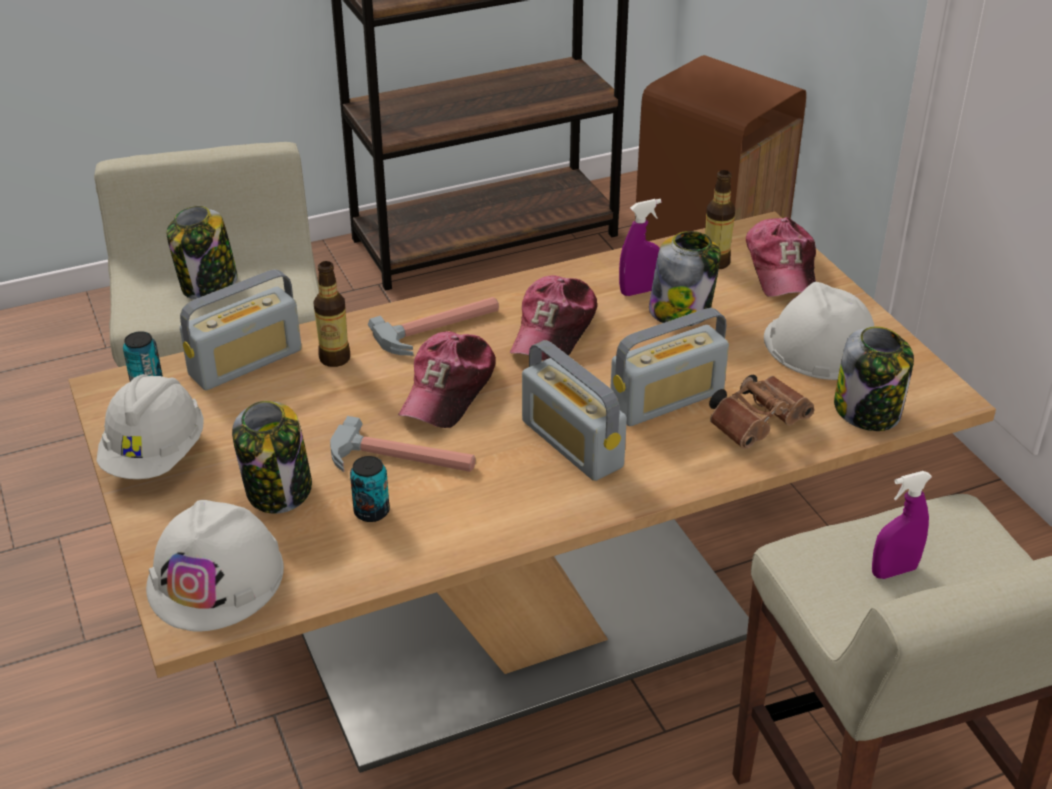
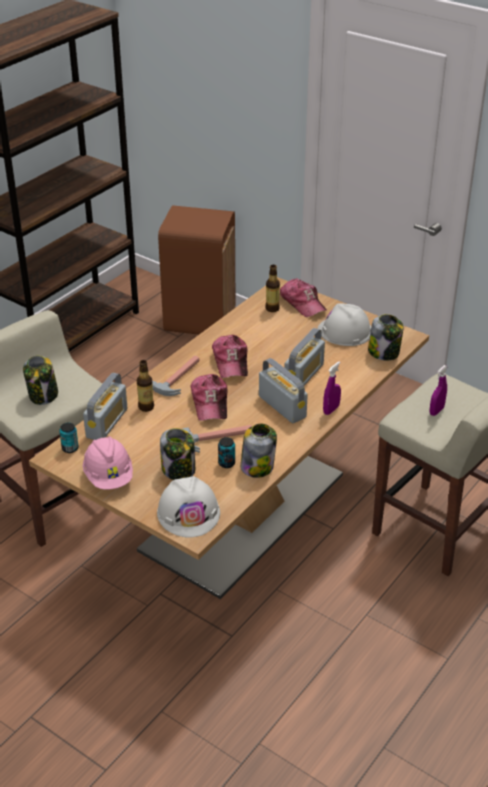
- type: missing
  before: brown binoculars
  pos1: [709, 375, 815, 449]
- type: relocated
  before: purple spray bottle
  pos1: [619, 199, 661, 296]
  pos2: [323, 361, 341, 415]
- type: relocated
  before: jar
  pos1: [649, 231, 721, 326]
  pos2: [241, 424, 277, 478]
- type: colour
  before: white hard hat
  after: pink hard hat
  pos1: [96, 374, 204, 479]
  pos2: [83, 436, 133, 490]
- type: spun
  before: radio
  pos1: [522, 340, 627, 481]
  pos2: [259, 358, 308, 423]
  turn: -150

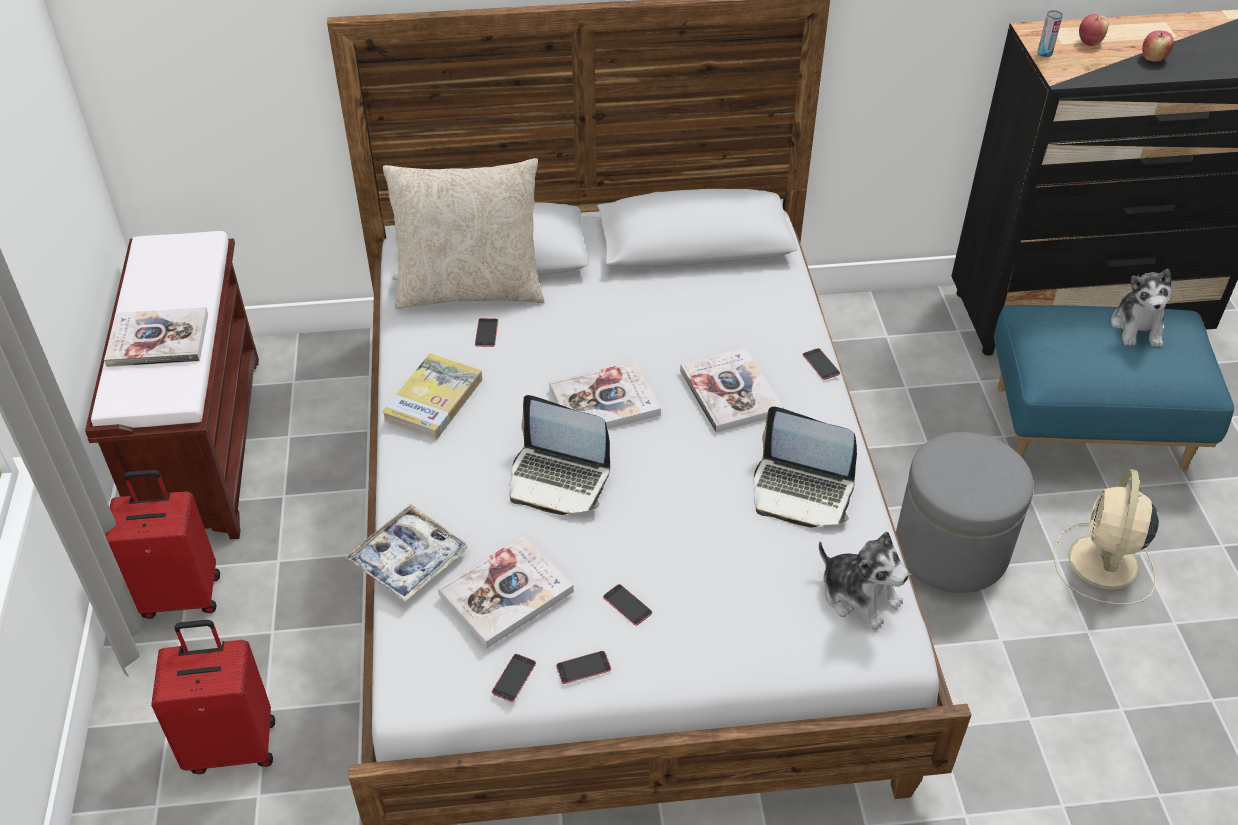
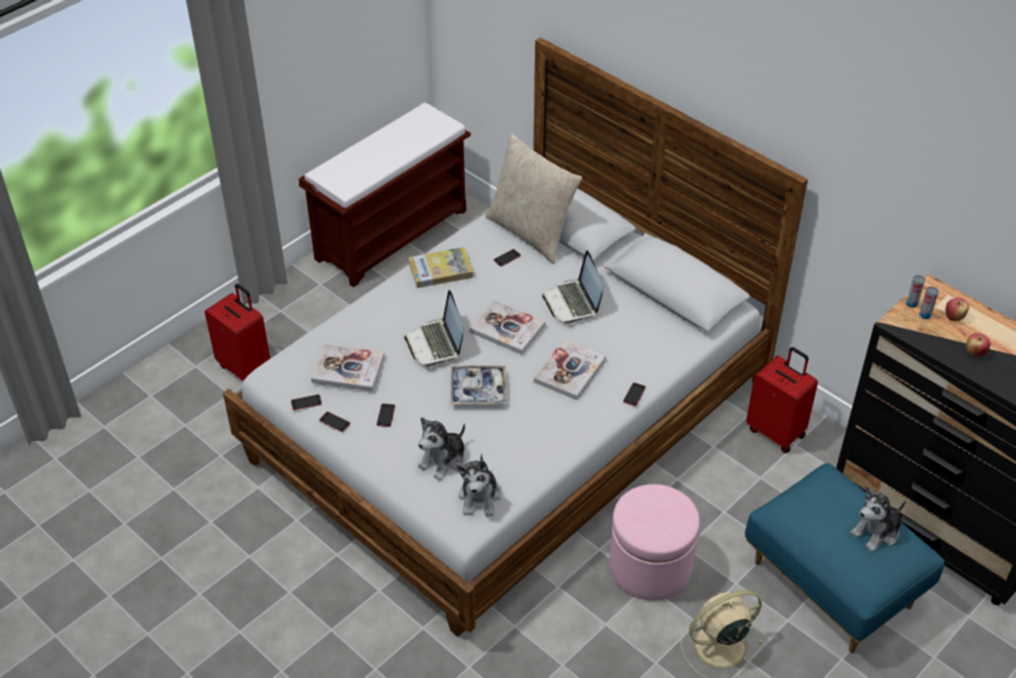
- type: missing
  before: book
  pos1: [104, 307, 208, 367]
- type: appeared
  after: plush toy
  pos2: [418, 417, 465, 481]
- type: appeared
  after: can
  pos2: [919, 287, 938, 319]
- type: relocated
  before: red suitcase
  pos1: [105, 470, 220, 619]
  pos2: [746, 347, 818, 453]
- type: relocated
  before: tray
  pos1: [345, 504, 468, 602]
  pos2: [450, 366, 506, 405]
- type: relocated
  before: laptop
  pos1: [754, 406, 857, 528]
  pos2: [542, 250, 604, 324]
- type: colour
  before: grey ottoman
  after: pink ottoman
  pos1: [896, 432, 1034, 593]
  pos2: [609, 484, 700, 601]

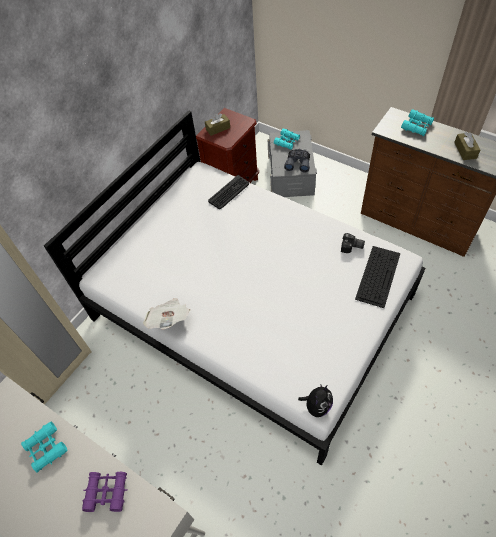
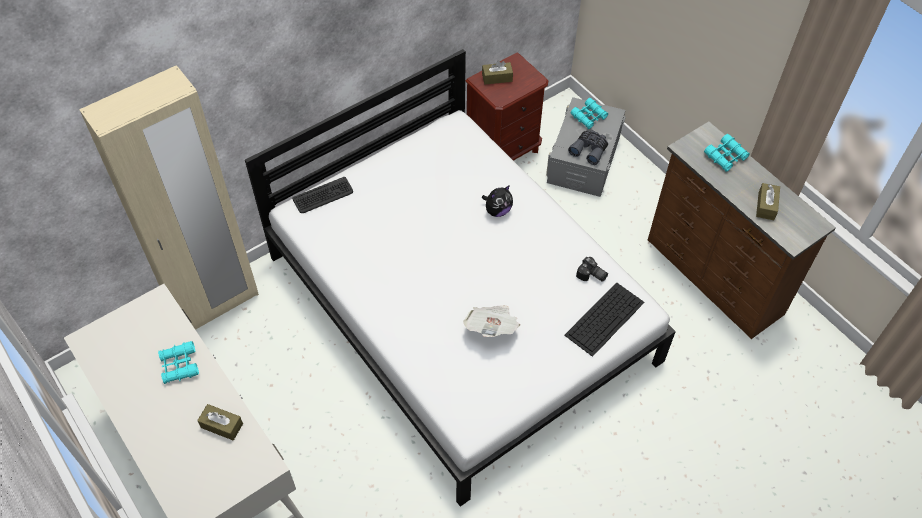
- type: relocated
  before: newspaper
  pos1: [143, 298, 191, 330]
  pos2: [463, 305, 520, 337]
- type: relocated
  before: keyboard
  pos1: [208, 175, 249, 209]
  pos2: [292, 177, 353, 213]
- type: relocated
  before: plush toy
  pos1: [298, 385, 333, 417]
  pos2: [482, 185, 513, 217]
- type: exchanged
  before: purple binoculars
  after: brown tissue box
  pos1: [82, 472, 127, 512]
  pos2: [197, 404, 243, 440]

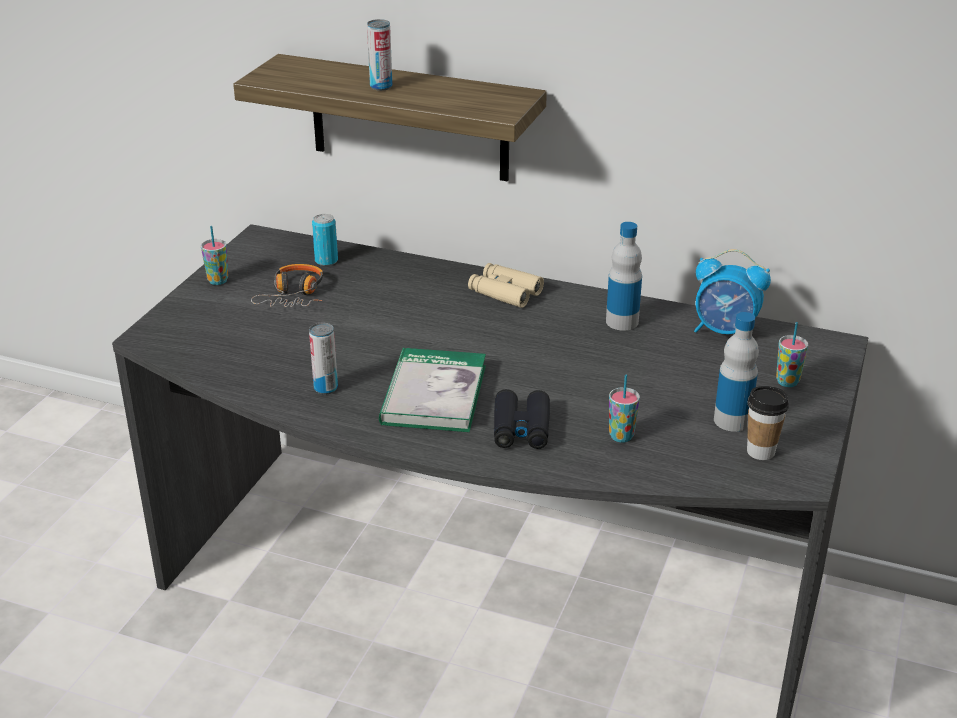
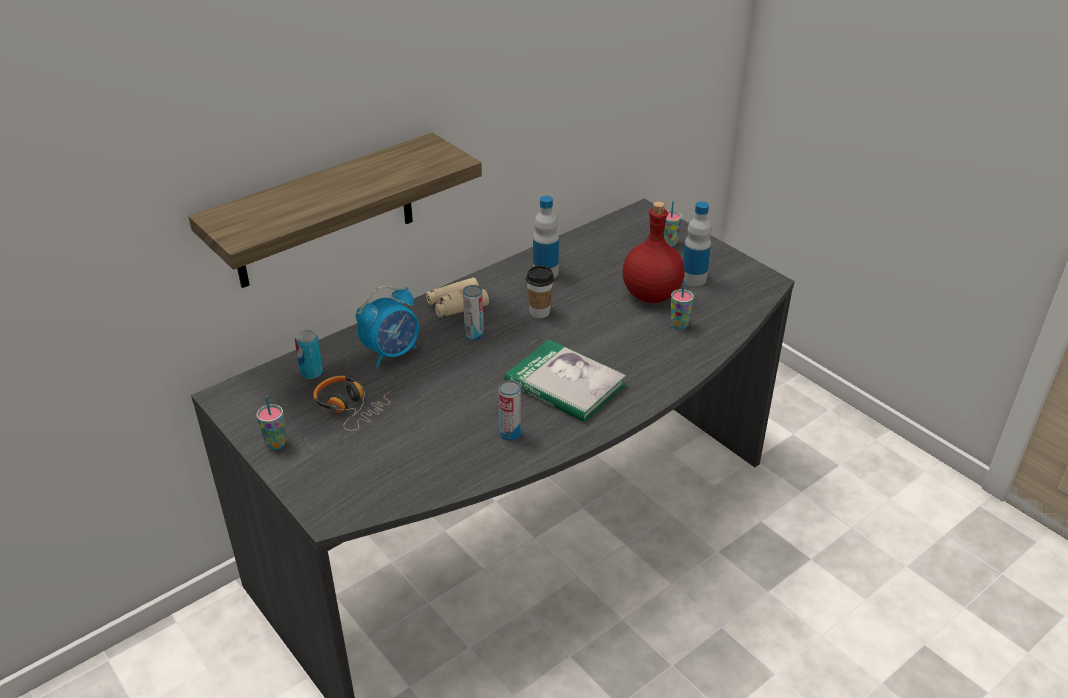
- type: missing
  before: black binoculars
  pos1: [494, 389, 550, 449]
- type: appeared
  after: red bottle
  pos2: [622, 201, 685, 303]
- type: relocated
  before: can
  pos1: [367, 19, 392, 91]
  pos2: [463, 285, 484, 341]
- type: relocated
  before: alarm clock
  pos1: [694, 249, 771, 334]
  pos2: [356, 286, 419, 367]
- type: relocated
  before: cup
  pos1: [747, 386, 789, 460]
  pos2: [526, 265, 554, 318]

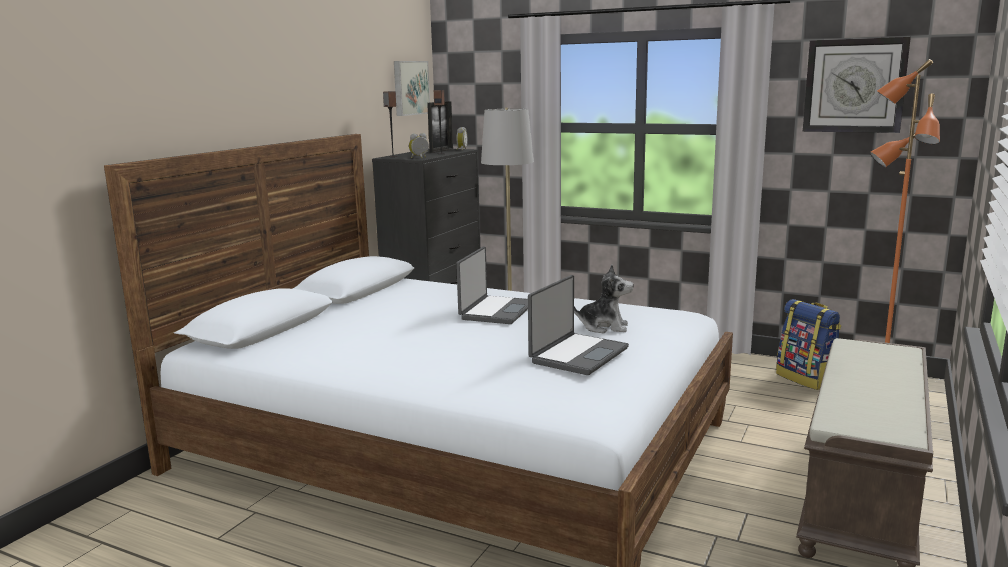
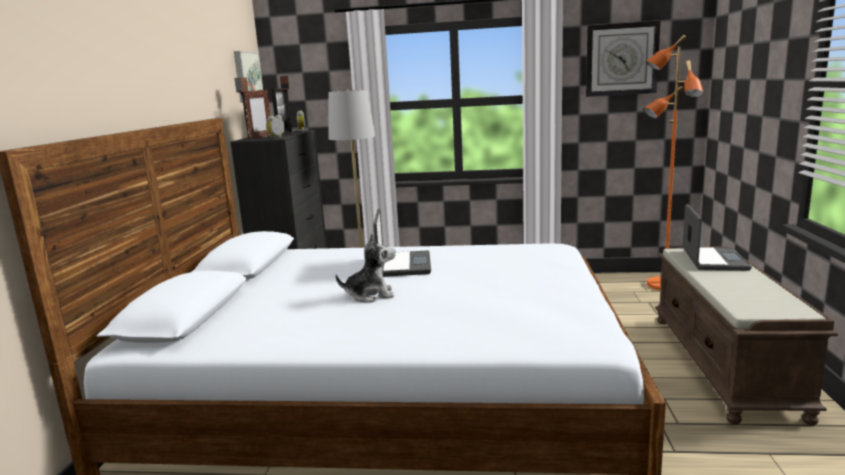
- type: missing
  before: backpack
  pos1: [776, 299, 841, 390]
- type: appeared
  after: picture frame
  pos2: [243, 89, 271, 140]
- type: relocated
  before: laptop
  pos1: [528, 275, 629, 375]
  pos2: [682, 204, 752, 271]
- type: relocated
  before: plush toy
  pos1: [574, 265, 634, 333]
  pos2: [336, 234, 396, 302]

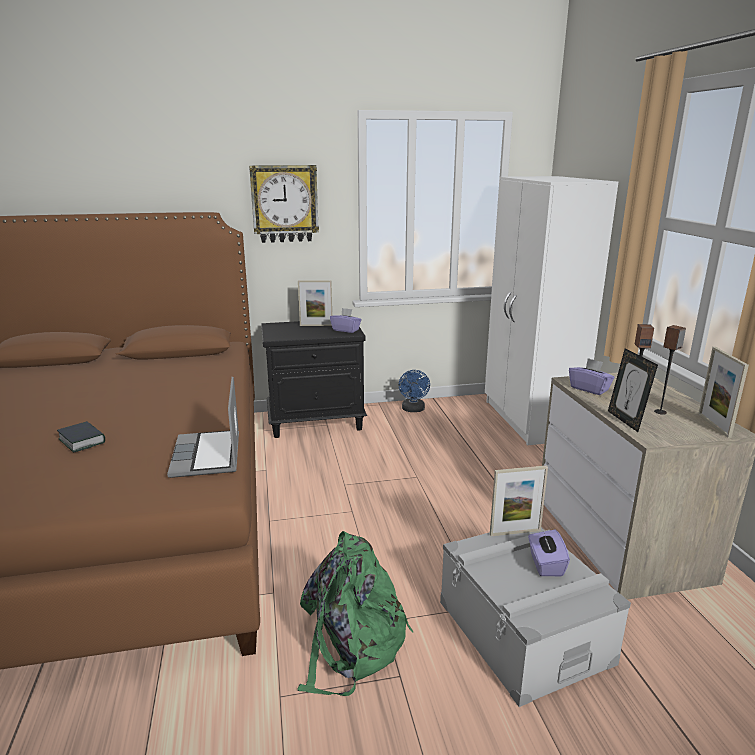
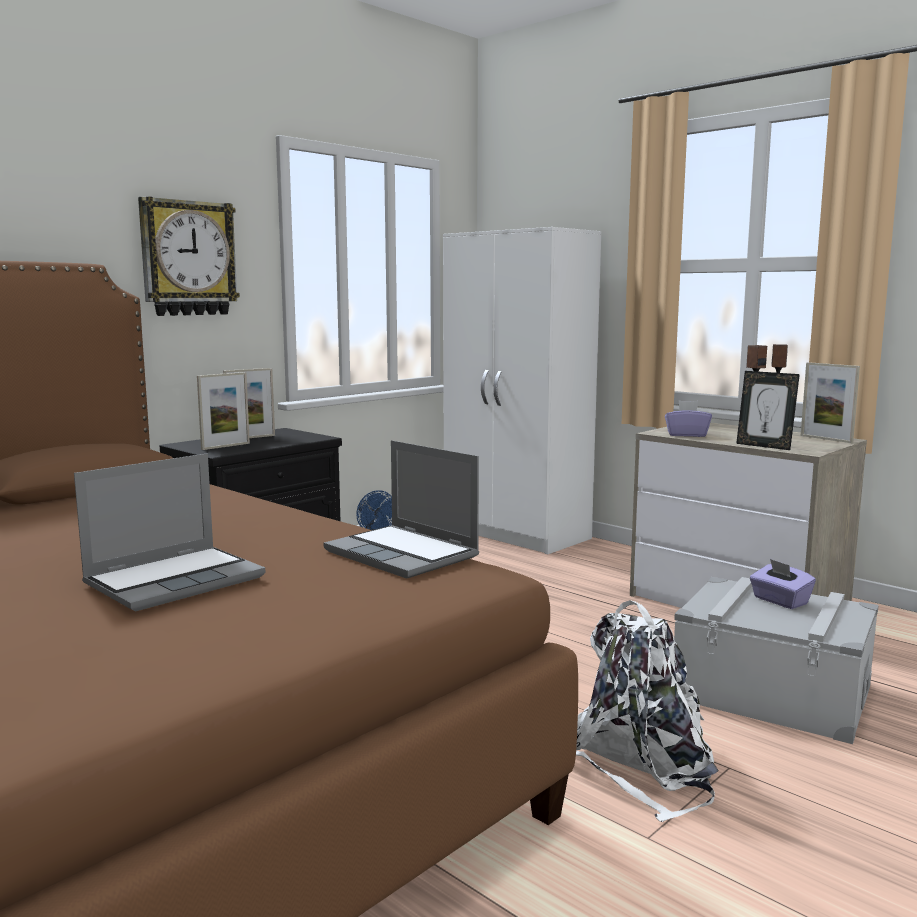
- type: missing
  before: purple tissue box
  pos1: [330, 308, 362, 333]
- type: relocated
  before: picture frame
  pos1: [490, 465, 548, 536]
  pos2: [197, 372, 250, 450]
- type: exchanged
  before: book
  after: laptop
  pos1: [57, 421, 105, 453]
  pos2: [74, 453, 265, 612]
- type: colour
  before: green backpack
  after: white backpack
  pos1: [297, 531, 413, 696]
  pos2: [576, 600, 719, 822]

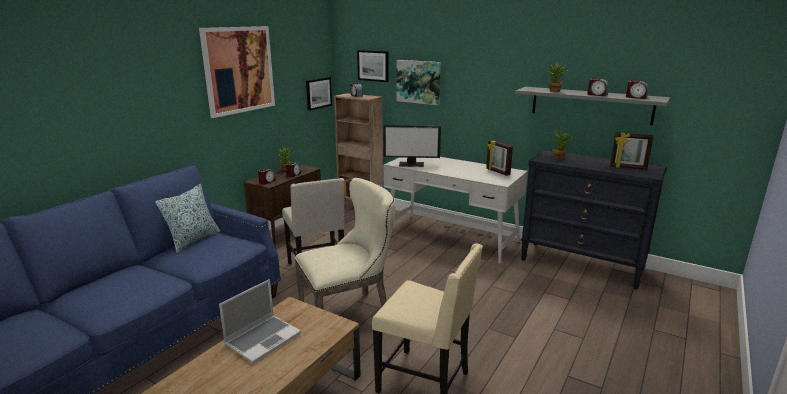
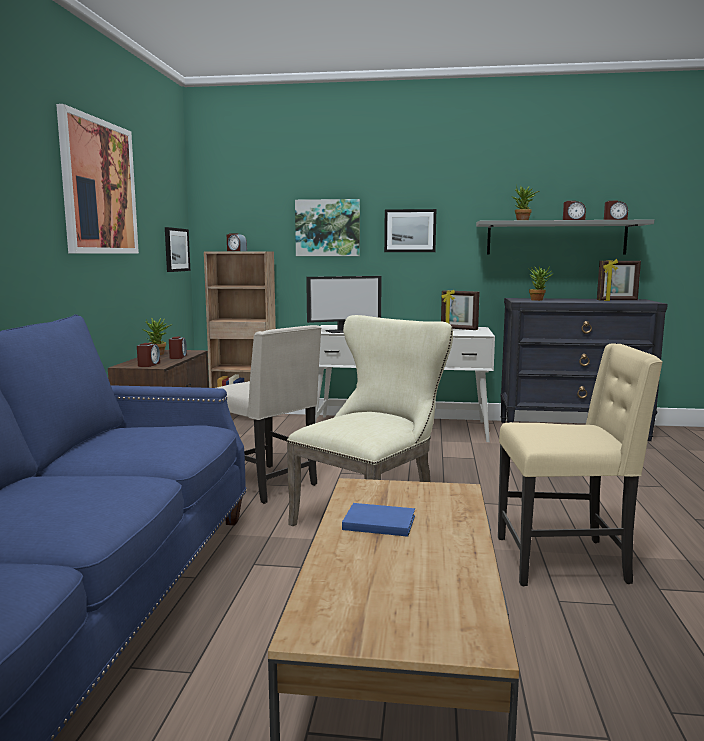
- type: missing
  before: pillow
  pos1: [155, 184, 220, 253]
- type: relocated
  before: picture
  pos1: [357, 50, 389, 82]
  pos2: [384, 209, 436, 252]
- type: exchanged
  before: laptop
  after: blue book
  pos1: [219, 279, 301, 363]
  pos2: [342, 503, 415, 537]

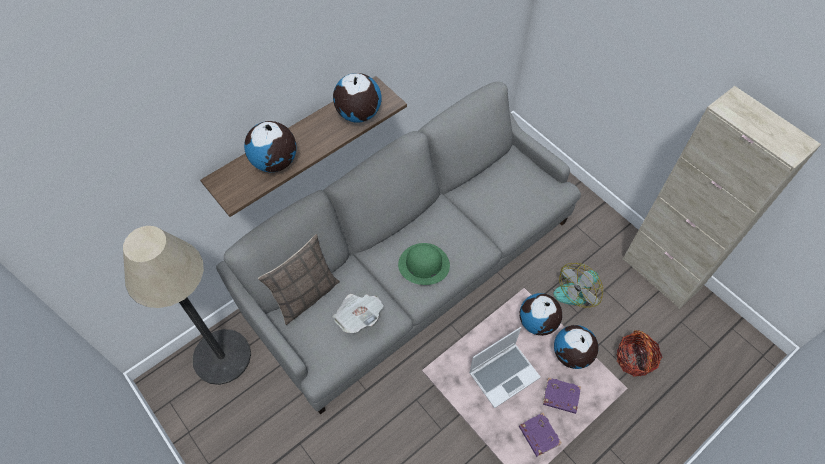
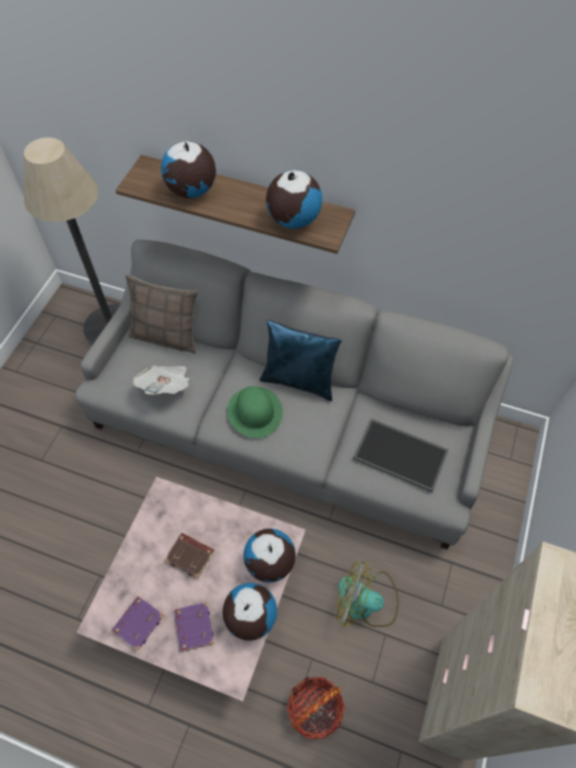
- type: appeared
  after: blue pillow
  pos2: [260, 320, 342, 401]
- type: appeared
  after: tray
  pos2: [353, 418, 449, 492]
- type: exchanged
  before: laptop
  after: brown book
  pos1: [469, 327, 541, 408]
  pos2: [165, 533, 214, 579]

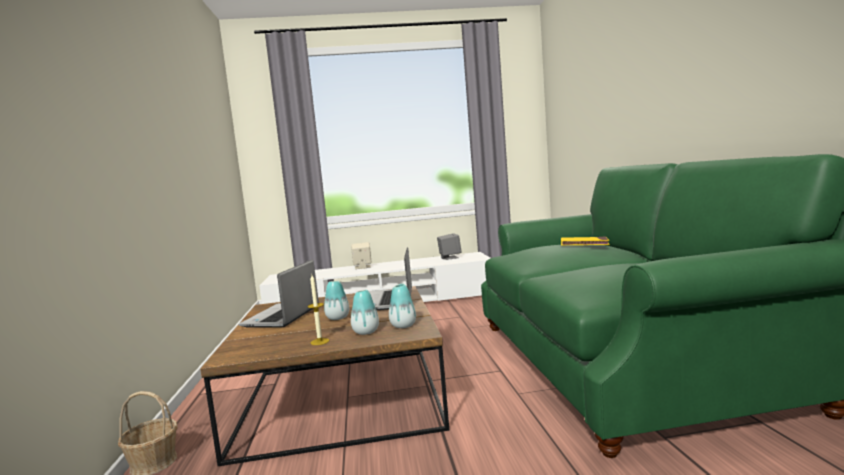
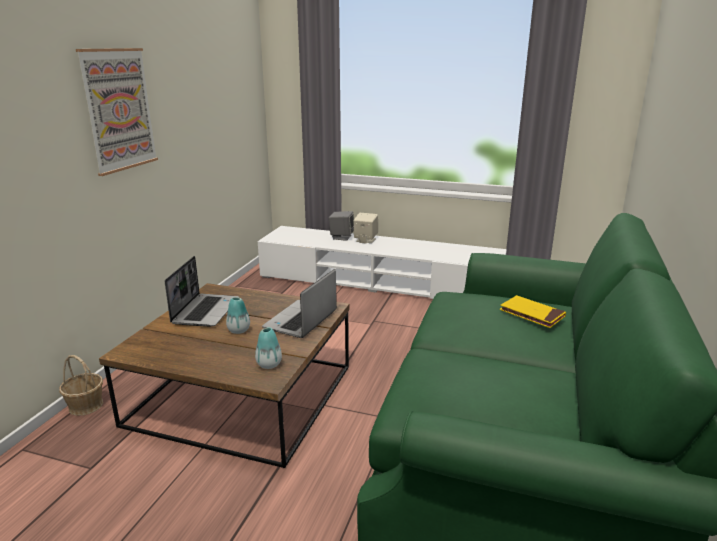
- type: missing
  before: candle
  pos1: [307, 275, 329, 345]
- type: missing
  before: vase
  pos1: [351, 290, 379, 335]
- type: appeared
  after: picture
  pos2: [76, 48, 158, 176]
- type: relocated
  before: grey speaker
  pos1: [437, 233, 462, 260]
  pos2: [329, 211, 354, 241]
- type: spun
  before: laptop
  pos1: [239, 260, 319, 327]
  pos2: [165, 256, 239, 327]
  turn: 150

